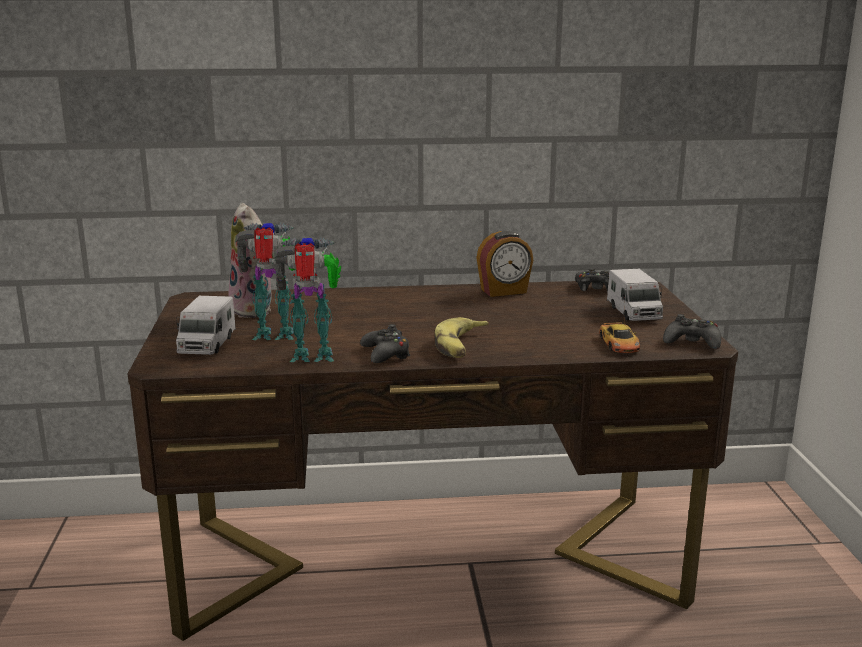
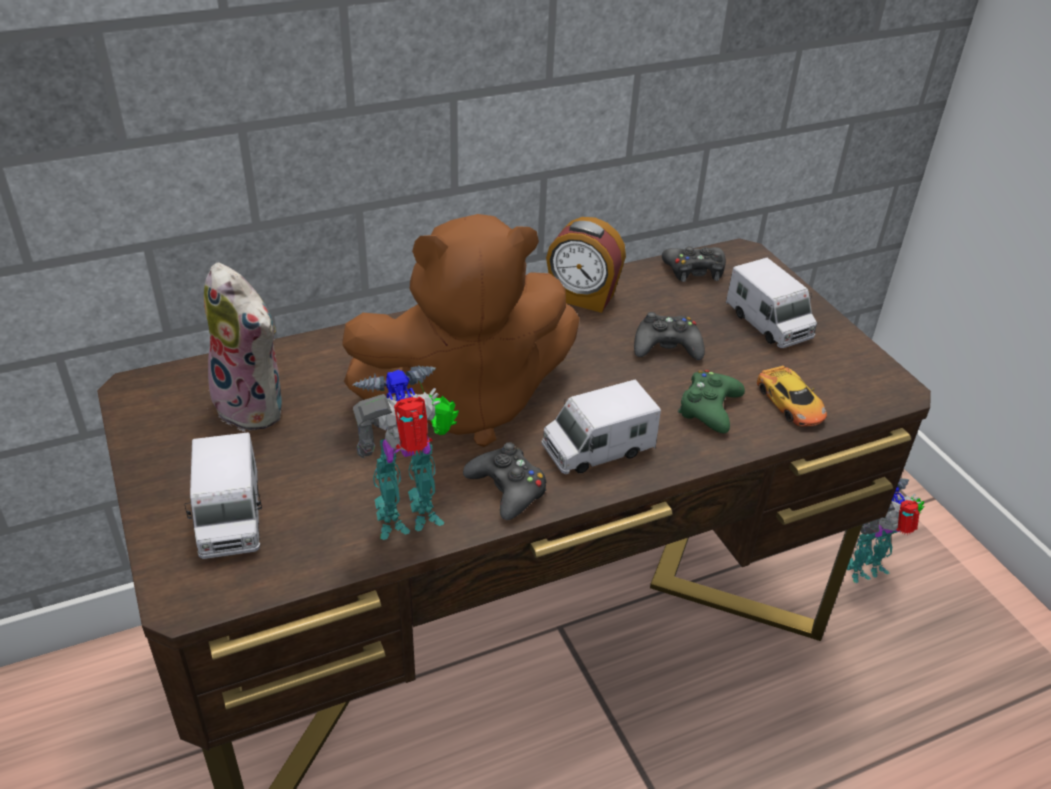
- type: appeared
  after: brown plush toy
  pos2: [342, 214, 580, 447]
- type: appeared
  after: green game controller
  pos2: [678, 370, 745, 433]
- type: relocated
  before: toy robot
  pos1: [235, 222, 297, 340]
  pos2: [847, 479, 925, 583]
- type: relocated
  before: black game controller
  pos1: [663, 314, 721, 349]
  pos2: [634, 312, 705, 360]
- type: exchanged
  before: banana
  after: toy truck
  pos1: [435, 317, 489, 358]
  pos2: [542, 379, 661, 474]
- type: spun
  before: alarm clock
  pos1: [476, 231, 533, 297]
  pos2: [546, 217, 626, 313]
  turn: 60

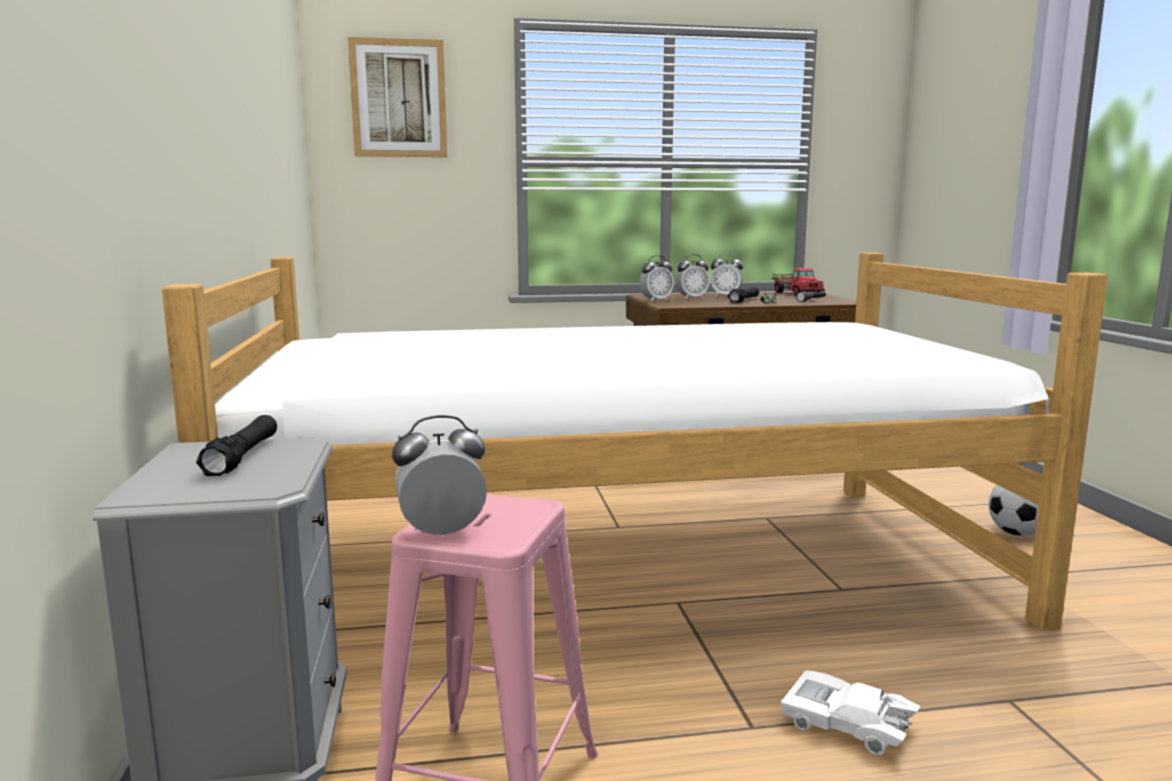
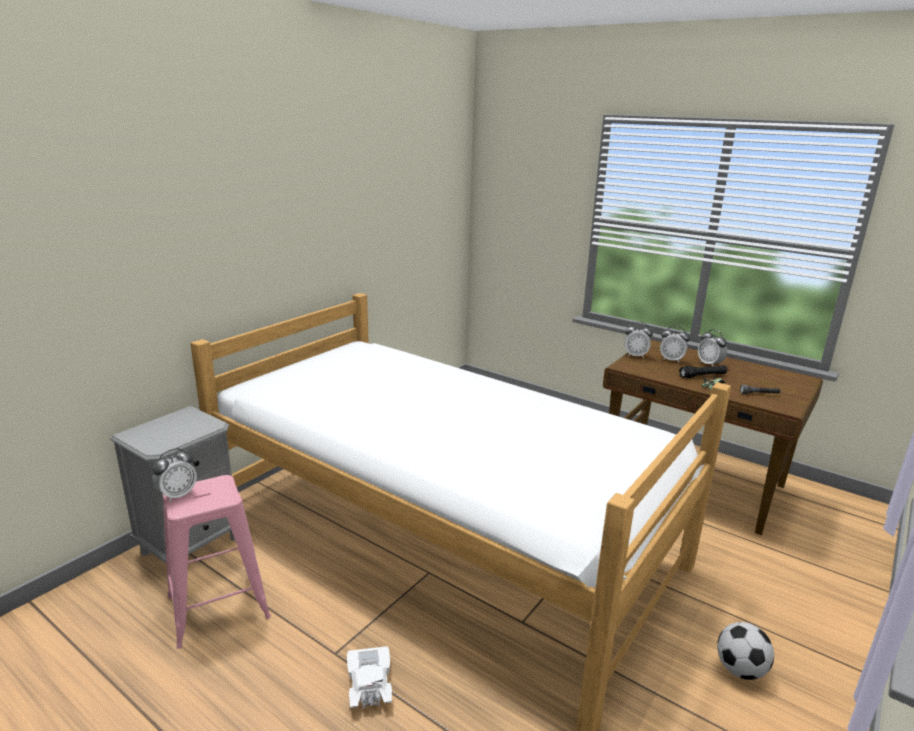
- type: missing
  before: black flashlight
  pos1: [196, 415, 277, 476]
- type: missing
  before: picture
  pos1: [348, 37, 447, 157]
- type: missing
  before: toy truck
  pos1: [772, 268, 825, 296]
- type: spun
  before: alarm clock
  pos1: [392, 415, 487, 538]
  pos2: [152, 448, 197, 502]
  turn: 105

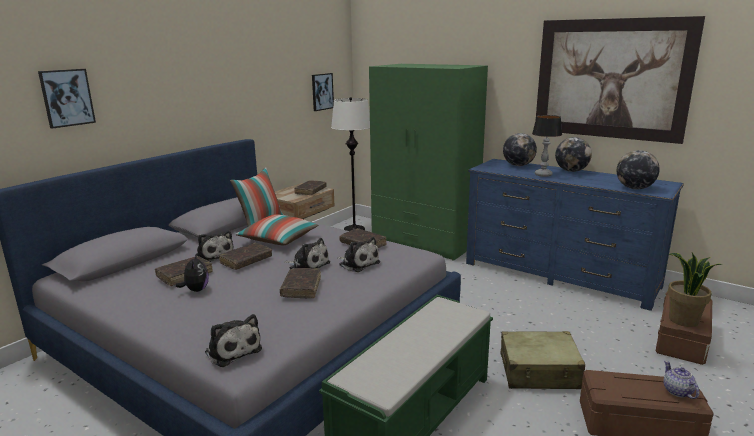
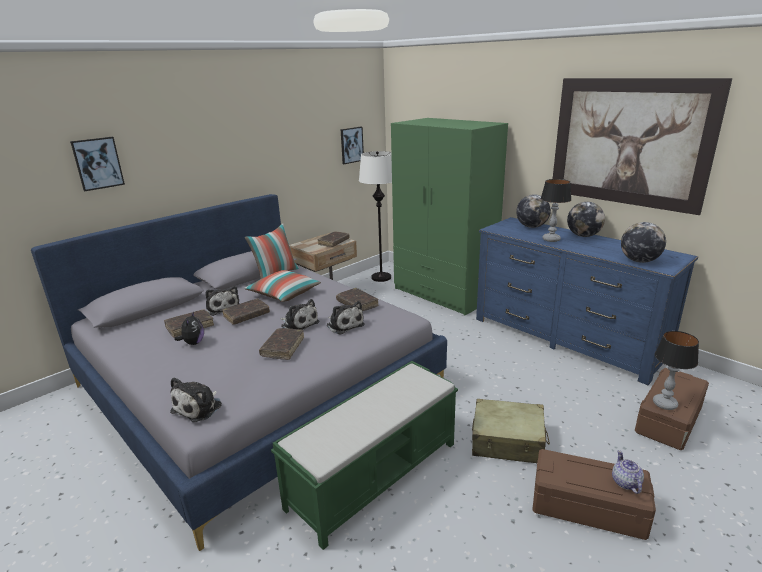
- type: exchanged
  before: potted plant
  after: table lamp
  pos1: [668, 253, 722, 327]
  pos2: [653, 331, 699, 410]
- type: spun
  before: plush toy
  pos1: [205, 314, 262, 367]
  pos2: [170, 377, 222, 422]
  turn: 60

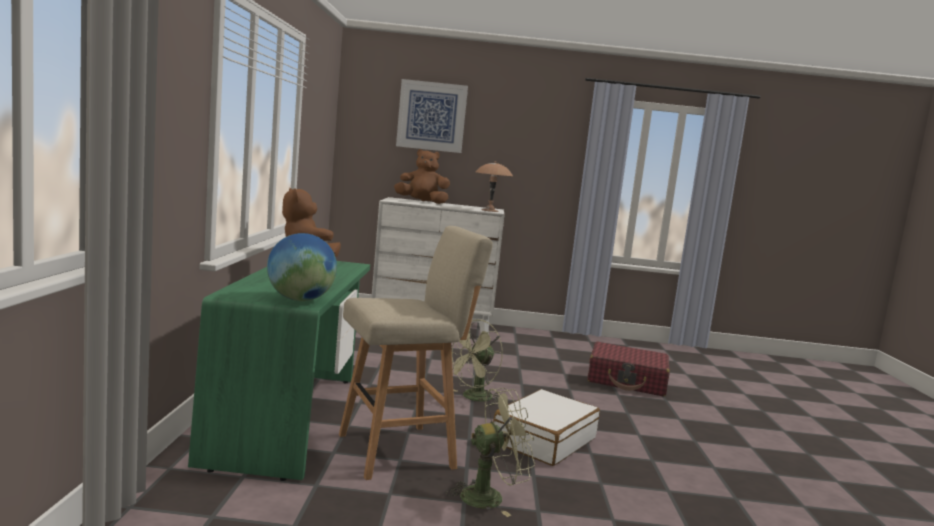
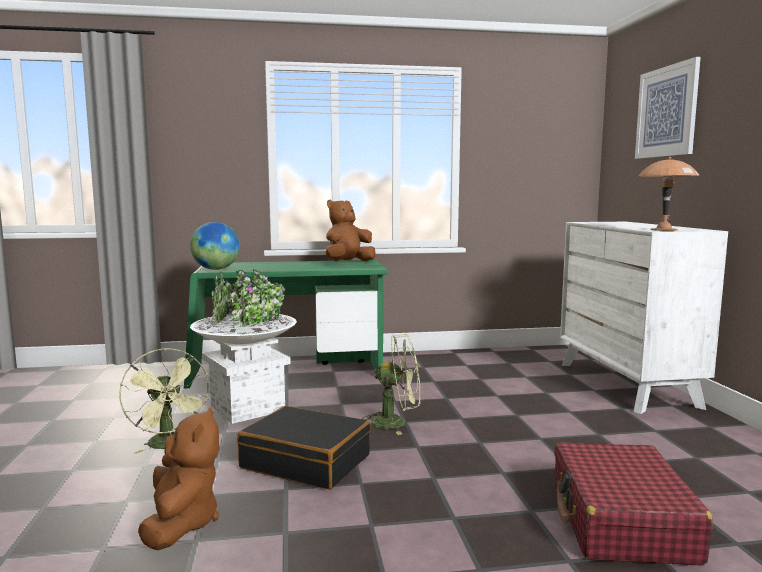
- type: relocated
  before: brown plush toy
  pos1: [394, 149, 450, 204]
  pos2: [138, 407, 219, 550]
- type: exchanged
  before: beige stool
  after: white planter
  pos1: [339, 226, 493, 480]
  pos2: [190, 269, 297, 424]
- type: colour
  before: white suitcase
  after: black suitcase
  pos1: [493, 389, 600, 466]
  pos2: [237, 406, 371, 489]
- type: spun
  before: green fan
  pos1: [452, 319, 503, 406]
  pos2: [362, 334, 421, 435]
  turn: 150

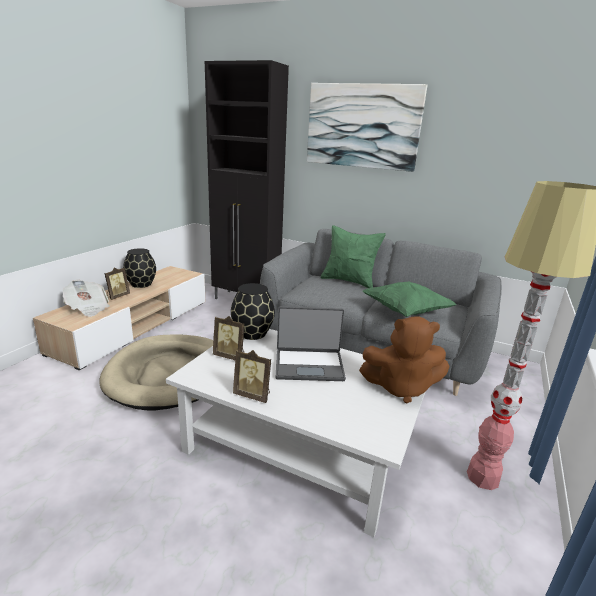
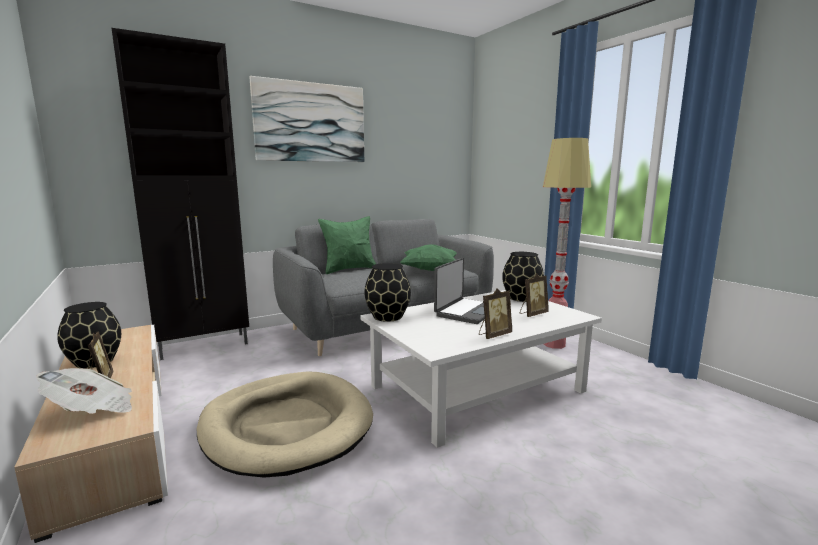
- type: relocated
  before: picture frame
  pos1: [213, 316, 245, 360]
  pos2: [520, 273, 549, 317]
- type: exchanged
  before: brown plush toy
  after: black vase
  pos1: [359, 316, 450, 404]
  pos2: [502, 252, 544, 302]

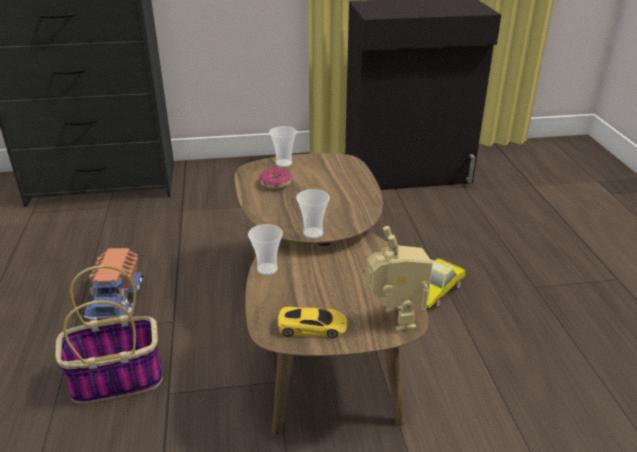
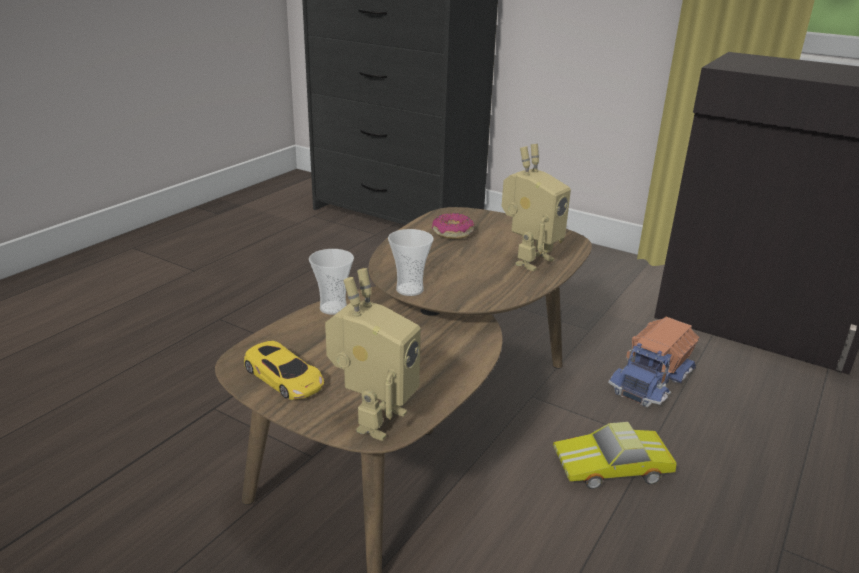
- type: missing
  before: basket
  pos1: [55, 265, 163, 404]
- type: missing
  before: cup
  pos1: [269, 126, 297, 167]
- type: appeared
  after: toy robot
  pos2: [501, 144, 571, 271]
- type: relocated
  before: toy truck
  pos1: [84, 248, 144, 321]
  pos2: [608, 316, 699, 408]

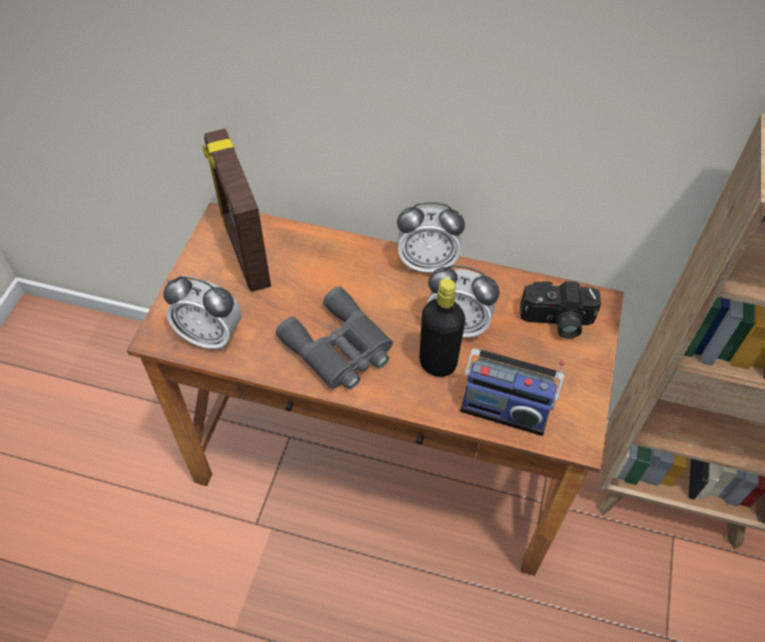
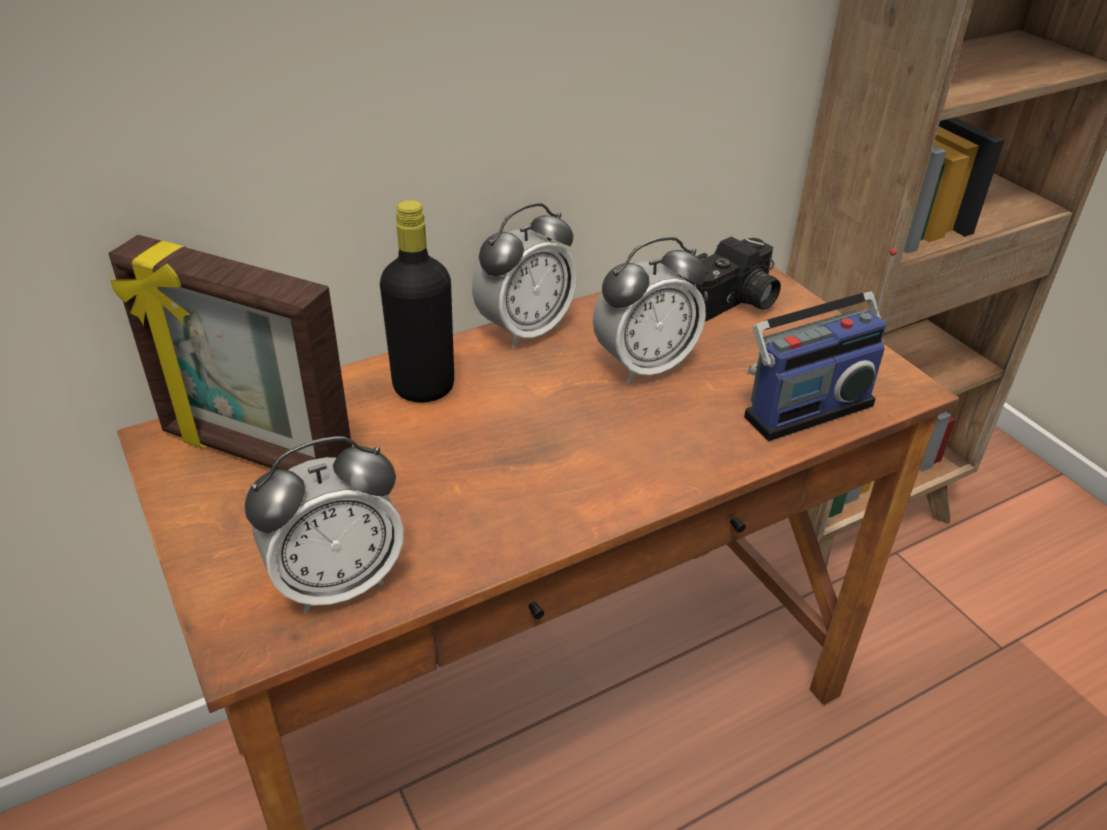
- type: missing
  before: grey binoculars
  pos1: [276, 286, 393, 389]
- type: relocated
  before: black bottle
  pos1: [419, 278, 465, 377]
  pos2: [380, 200, 454, 402]

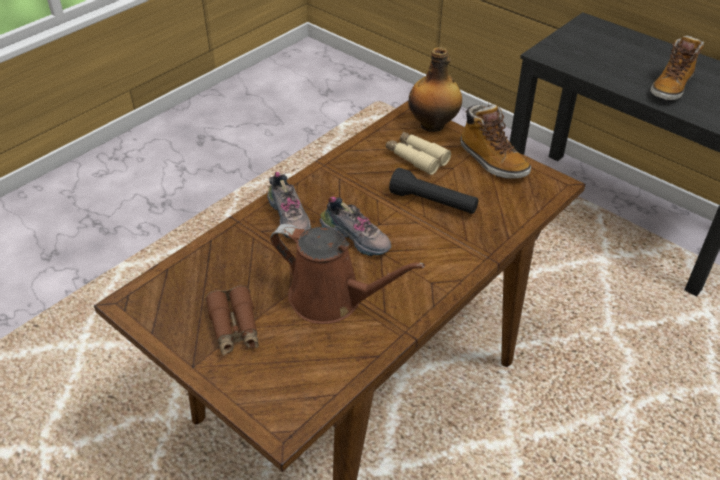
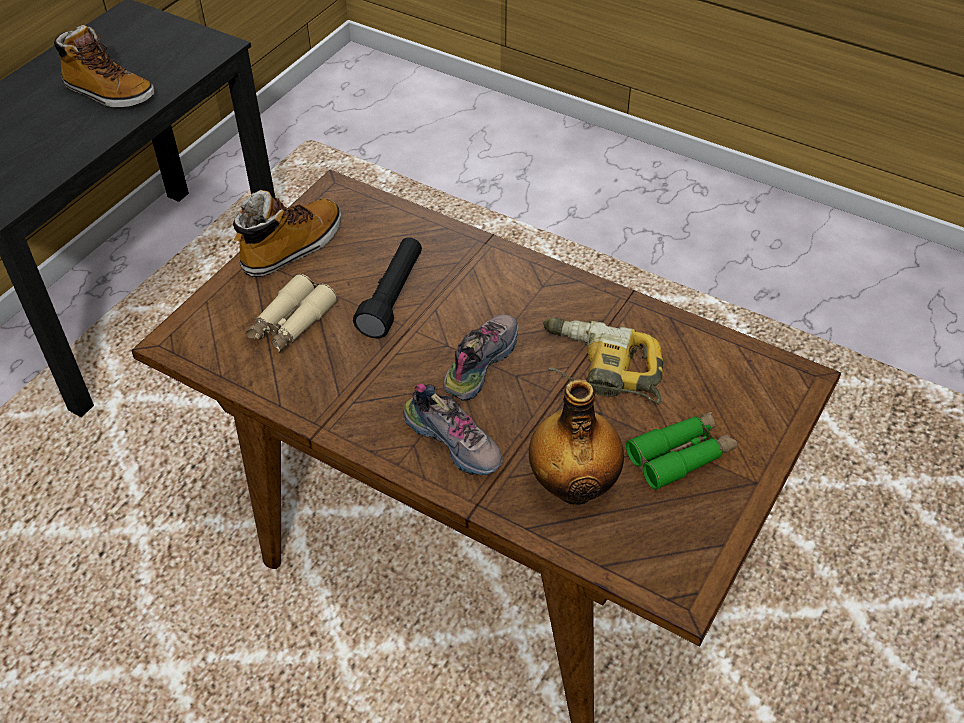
- type: relocated
  before: bottle
  pos1: [409, 47, 462, 132]
  pos2: [529, 379, 624, 505]
- type: exchanged
  before: brown watering can
  after: power drill
  pos1: [270, 224, 425, 324]
  pos2: [543, 317, 663, 405]
- type: colour
  before: brown binoculars
  after: green binoculars
  pos1: [205, 285, 259, 355]
  pos2: [626, 411, 737, 490]
- type: spun
  before: shoe
  pos1: [267, 172, 311, 238]
  pos2: [403, 383, 503, 475]
  turn: 75

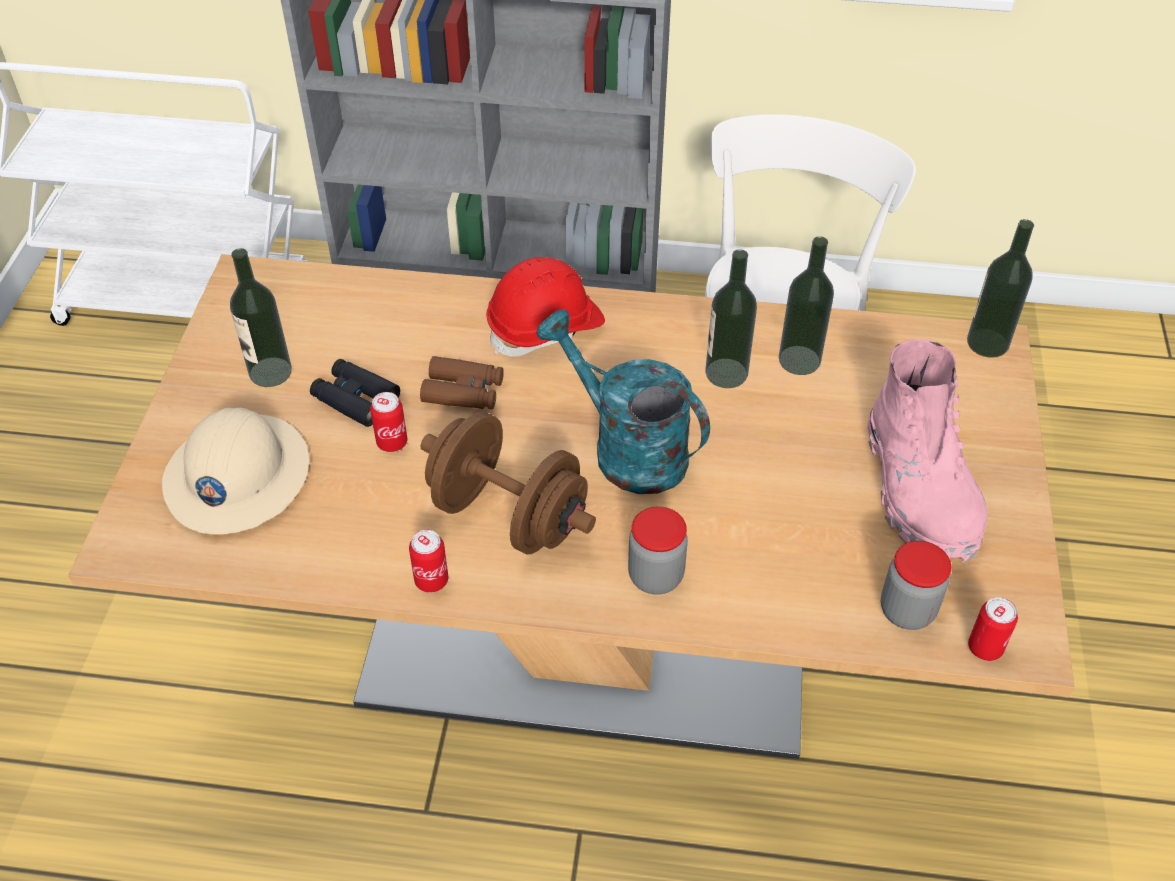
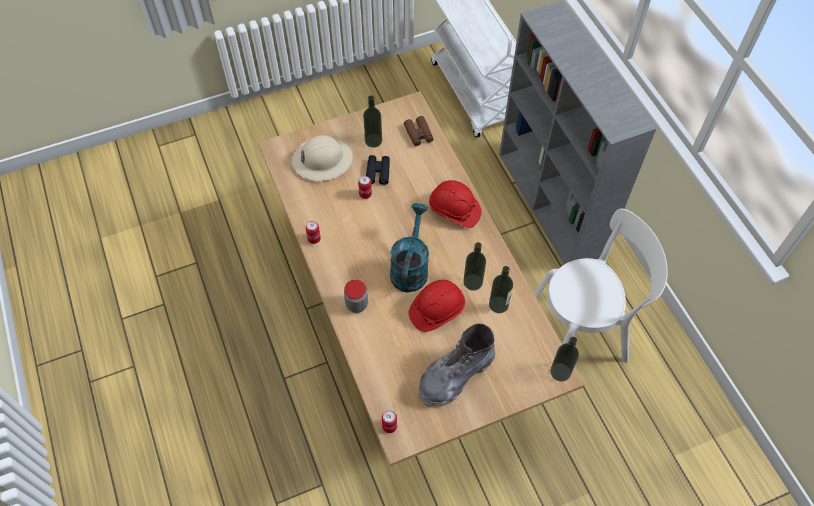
- type: missing
  before: brown dumbbell
  pos1: [421, 412, 596, 555]
- type: missing
  before: jar
  pos1: [881, 541, 952, 630]
- type: appeared
  after: red hard hat
  pos2: [409, 280, 465, 332]
- type: relocated
  before: brown binoculars
  pos1: [420, 356, 504, 409]
  pos2: [404, 116, 433, 146]
- type: colour
  before: pink boot
  after: grey boot
  pos1: [868, 339, 988, 563]
  pos2: [418, 323, 495, 407]

